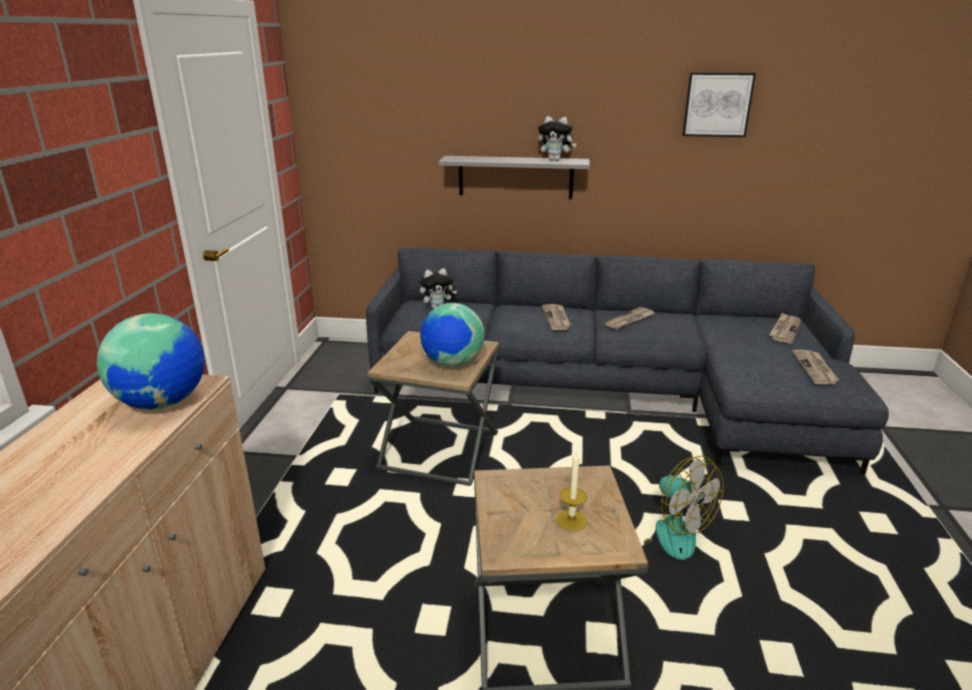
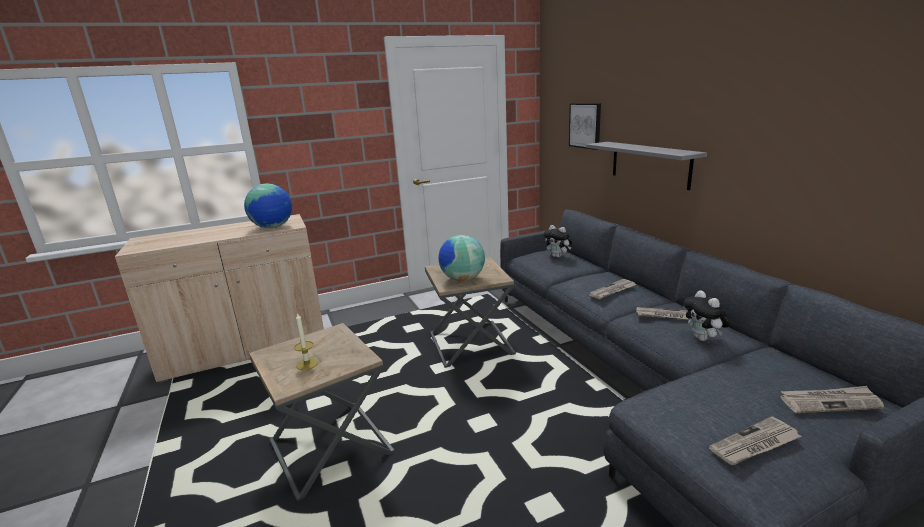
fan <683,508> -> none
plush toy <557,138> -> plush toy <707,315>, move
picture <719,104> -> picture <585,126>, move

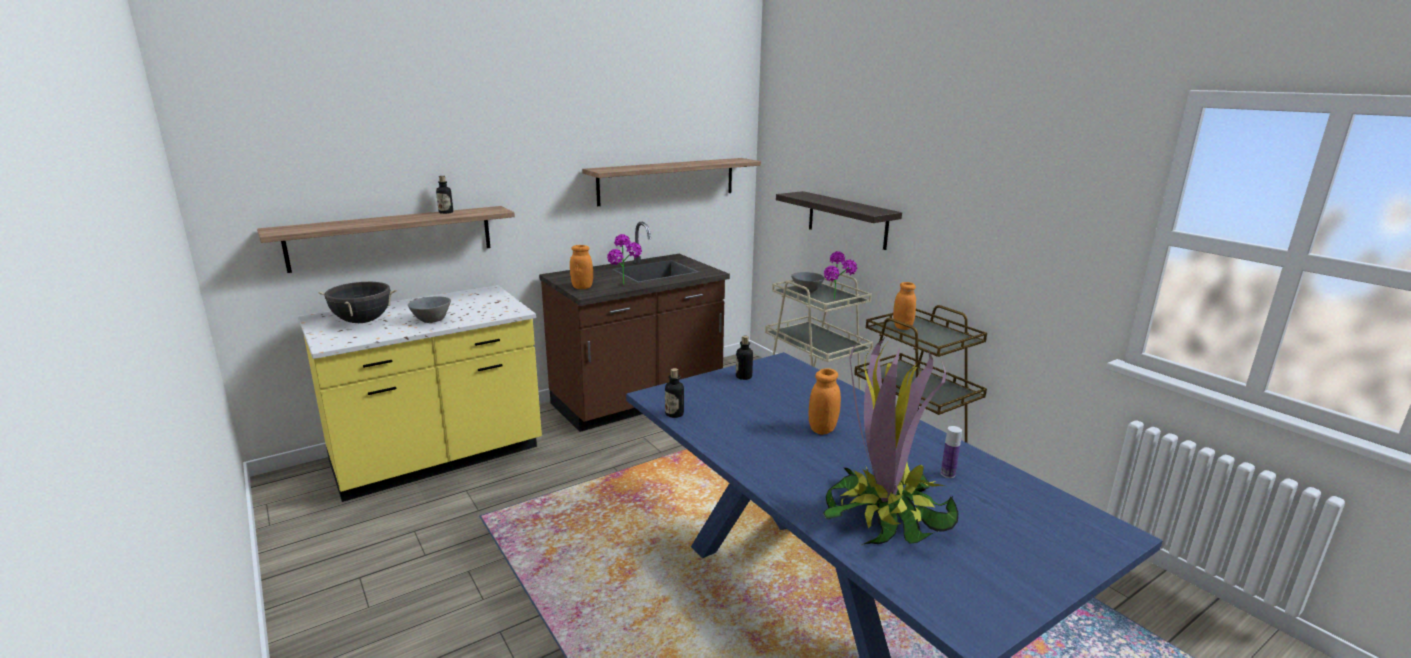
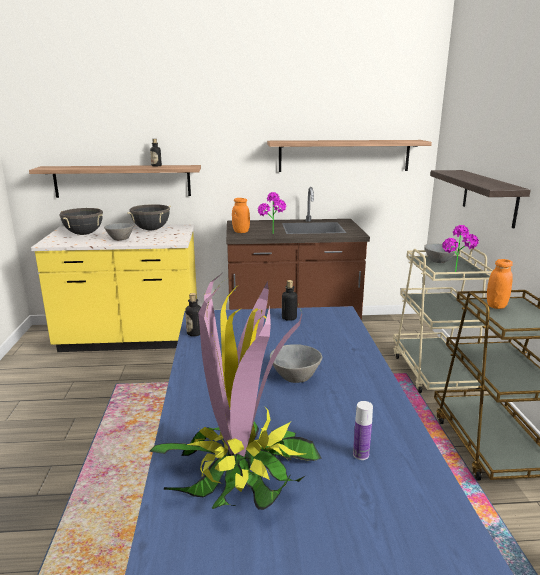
none -> black-coloured stockpot <149,217>
orange-coloured storage jar <825,401> -> gray serving bowl <296,363>

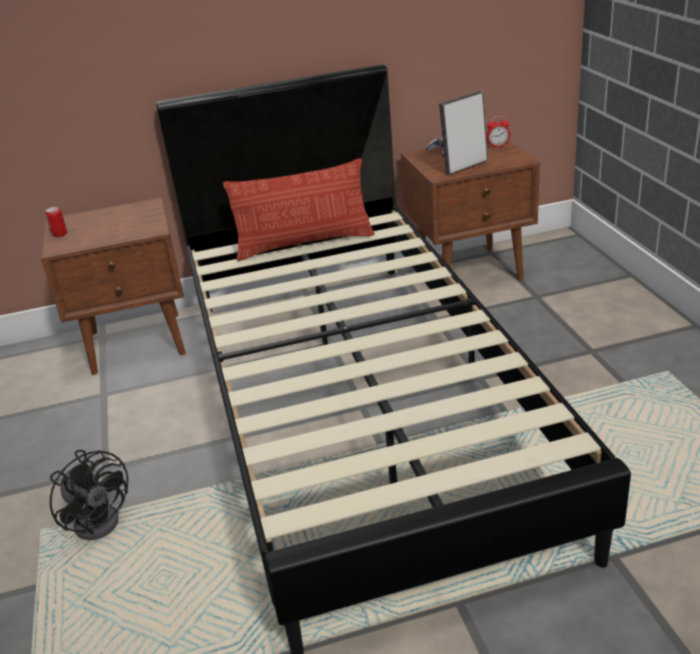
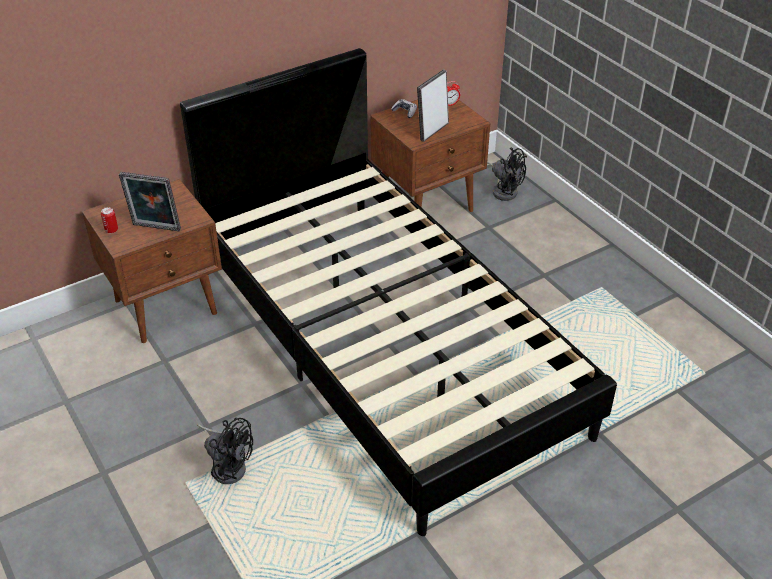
cushion <299,209> -> none
none -> photo frame <150,201>
none -> black-coloured fan <507,174>

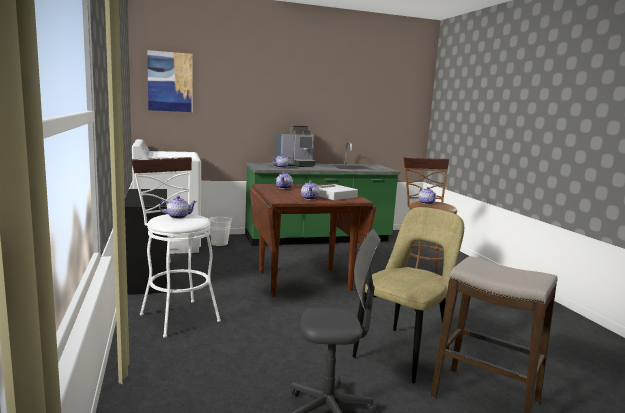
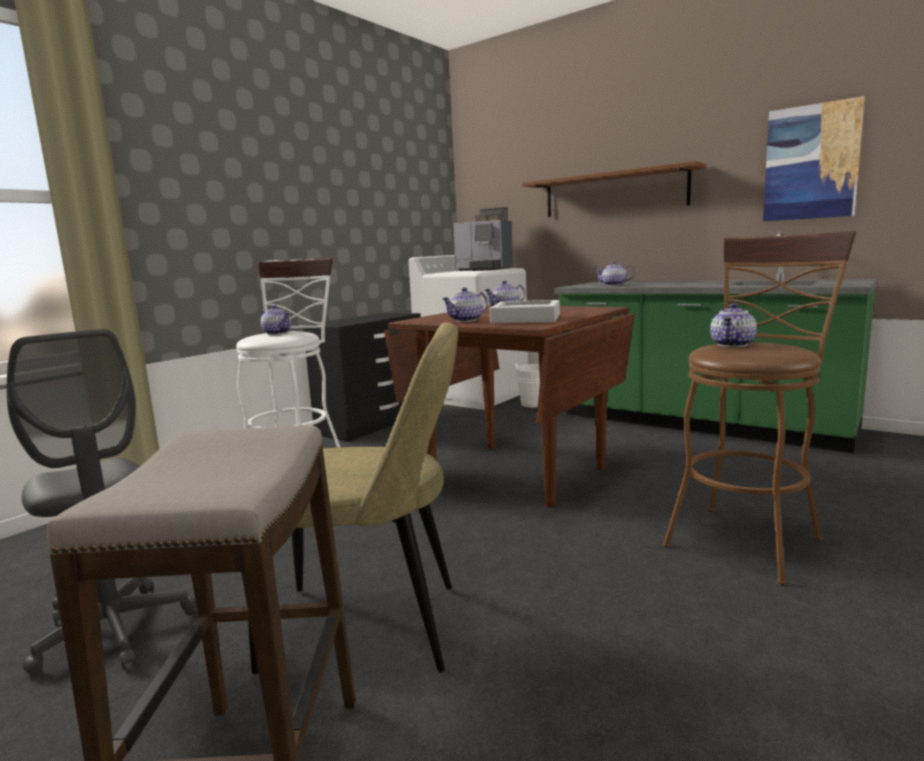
none -> brownish bracket shelf <614,189>
picture <170,81> -> picture <814,158>, move
coffee brewer <295,146> -> coffee brewer <483,239>, move

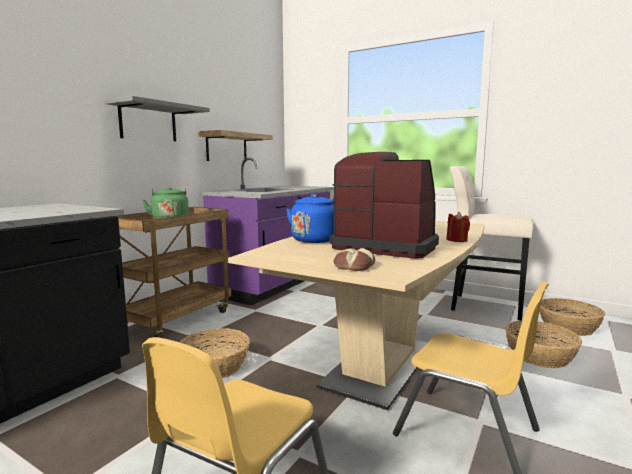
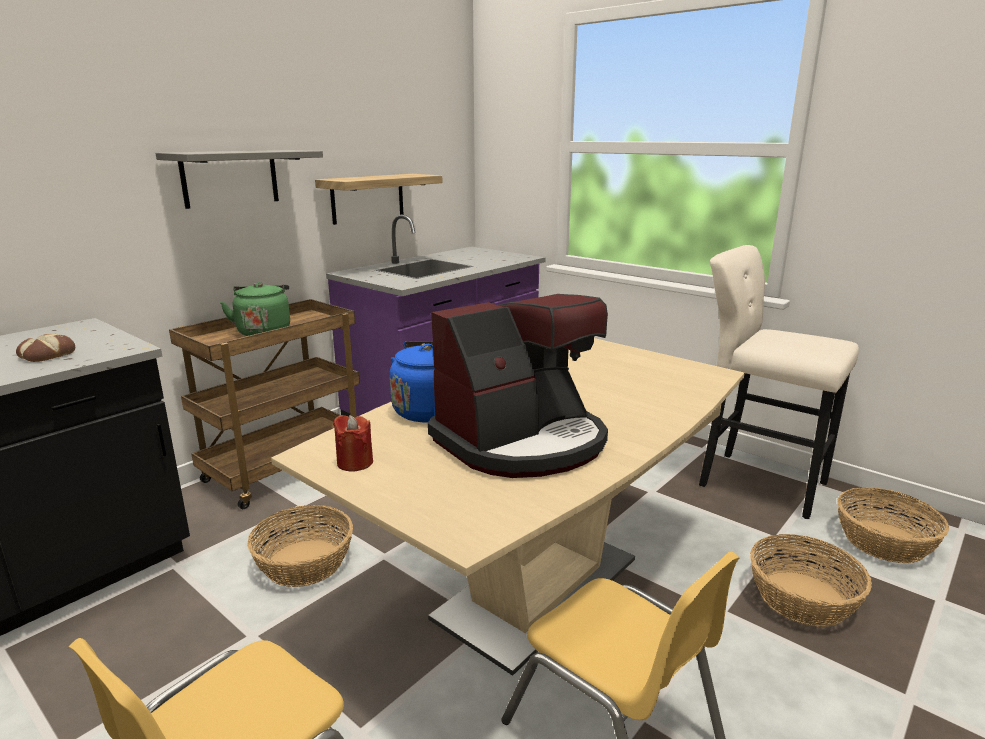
baked bread <354,259> -> baked bread <45,348>, move
red wax light <458,227> -> red wax light <353,443>, move
coffee brewer <384,205> -> coffee brewer <518,386>, 105 degrees clockwise

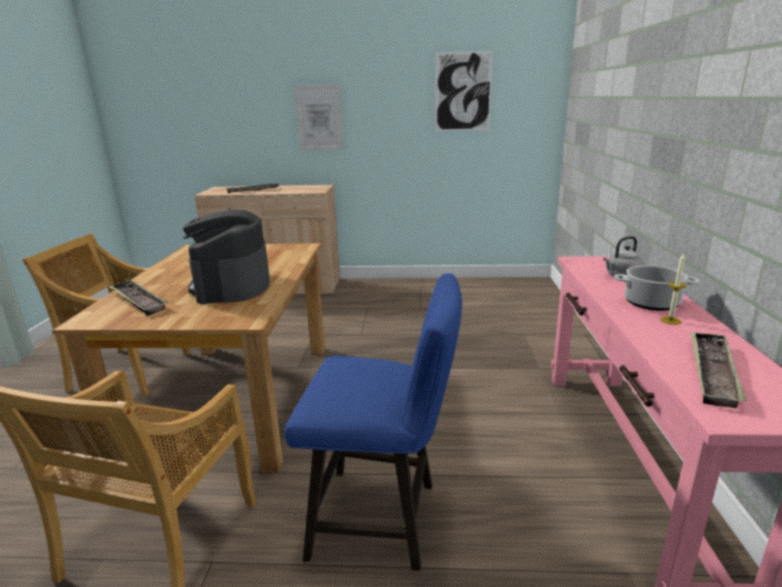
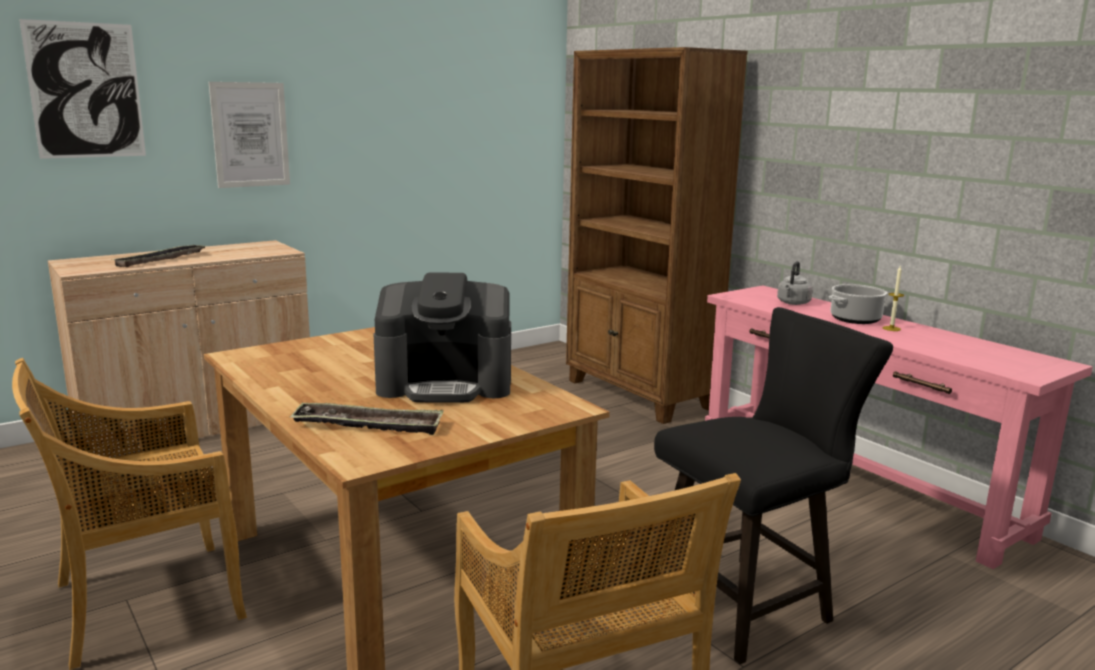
serving tray <719,369> -> none
none -> brownish shelving unit <657,235>
picture <464,90> -> picture <82,89>, move
blue sitting stool <373,422> -> black-coloured sitting stool <773,485>
coffee brewer <226,257> -> coffee brewer <442,337>, 45 degrees counterclockwise

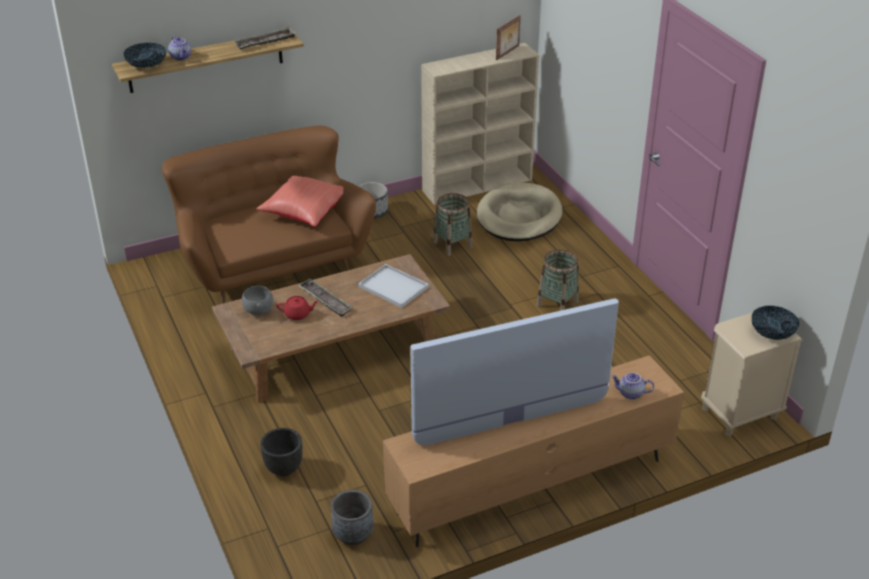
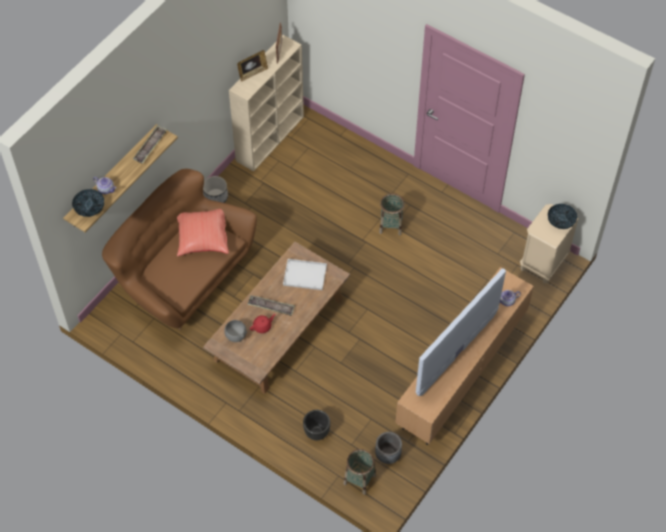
beige-coloured dog bed <519,211> -> none
none -> photo frame <252,66>
basket <452,224> -> basket <360,472>, move

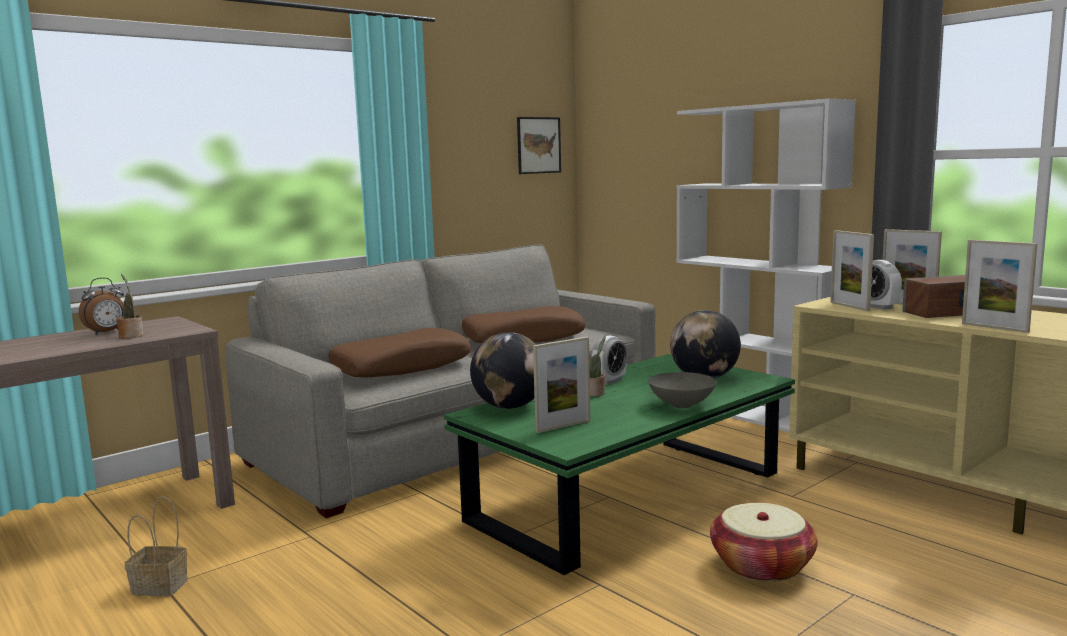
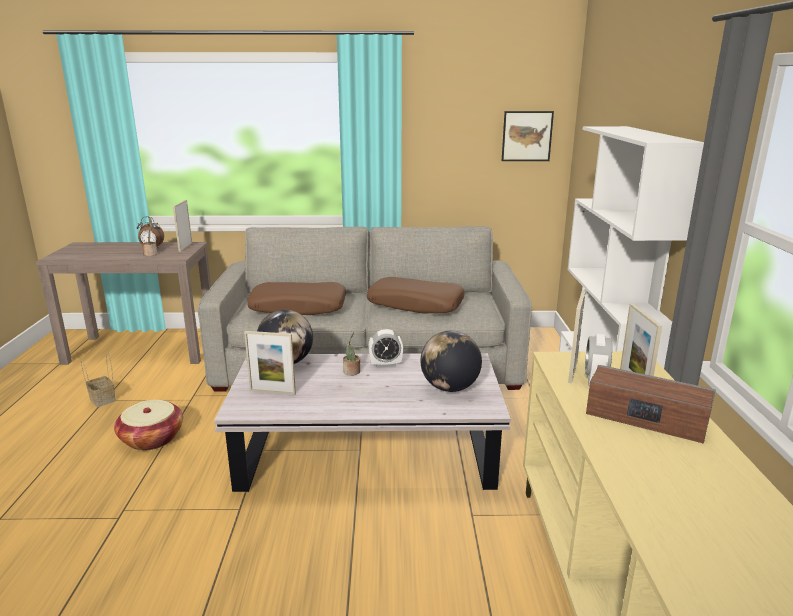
gray serving bowl <682,390> -> none
basket <764,542> -> basket <148,425>, move
photo frame <1000,286> -> photo frame <182,226>, move
green coffee table <619,464> -> white-coloured coffee table <362,422>

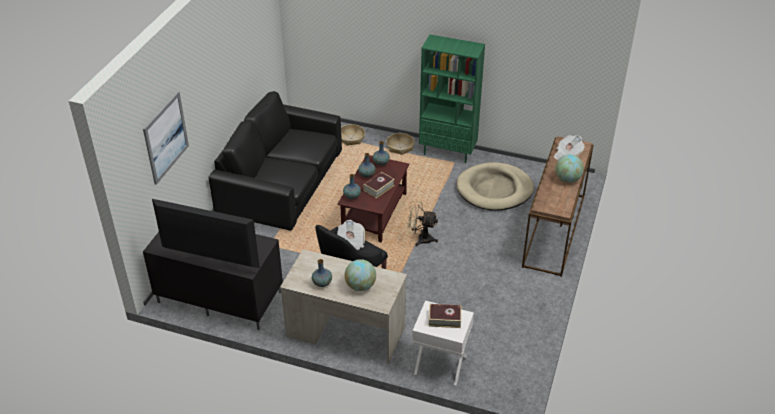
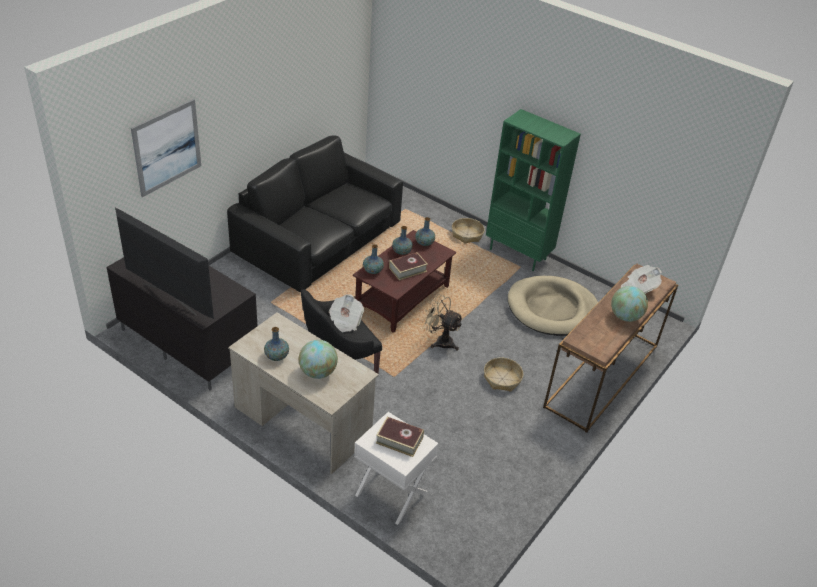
basket <353,135> -> basket <503,375>, move

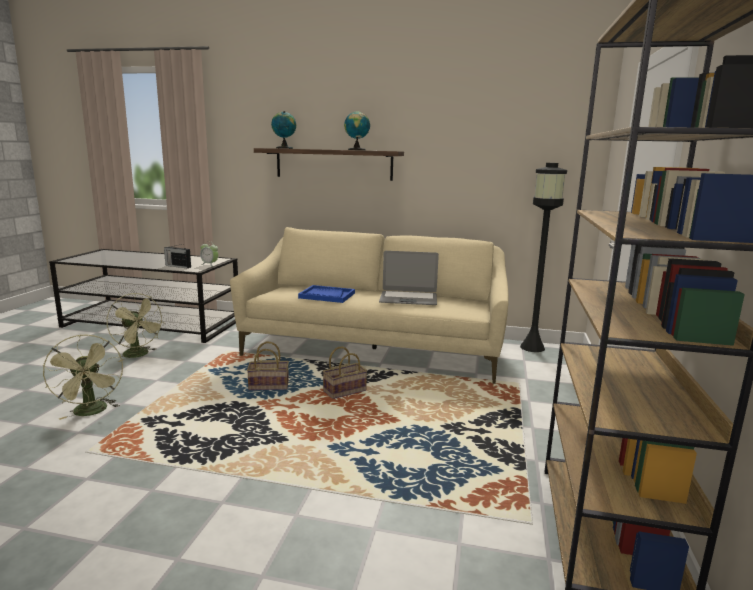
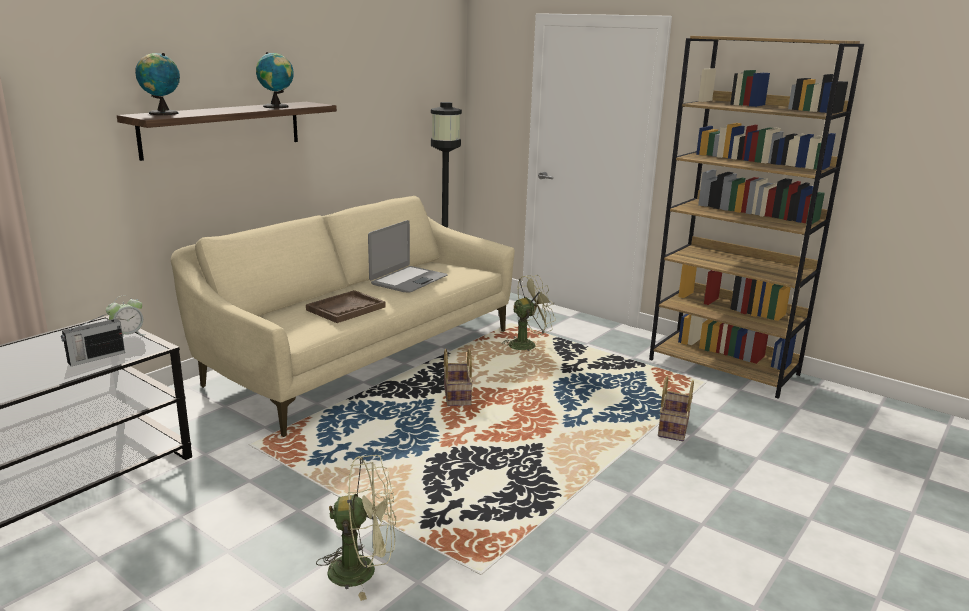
green fan <136,327> -> green fan <528,313>, move
basket <268,365> -> basket <676,408>, move
blue serving tray <326,294> -> brownish serving tray <346,306>

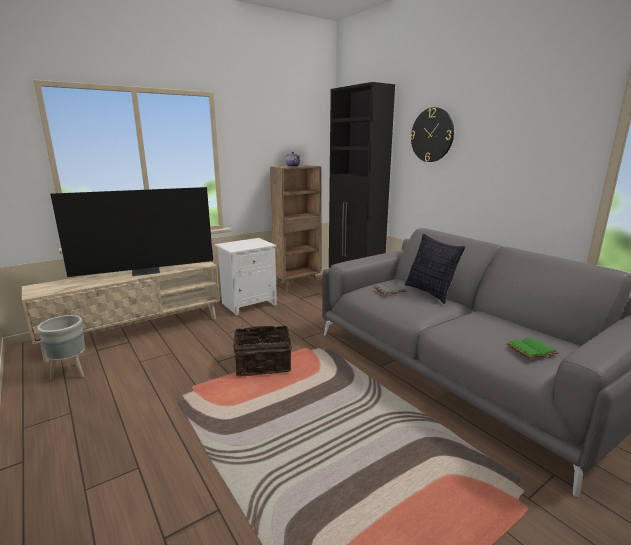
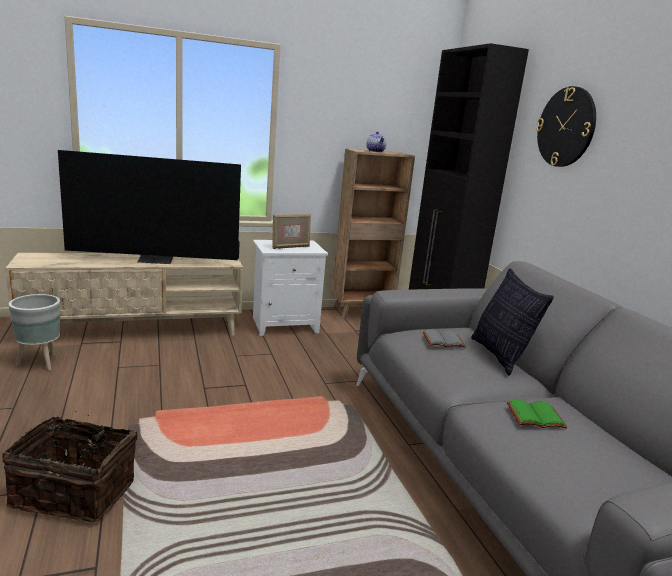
none -> photo frame <291,231>
basket <262,351> -> basket <69,466>, move
green book <532,348> -> green book <537,414>, move

